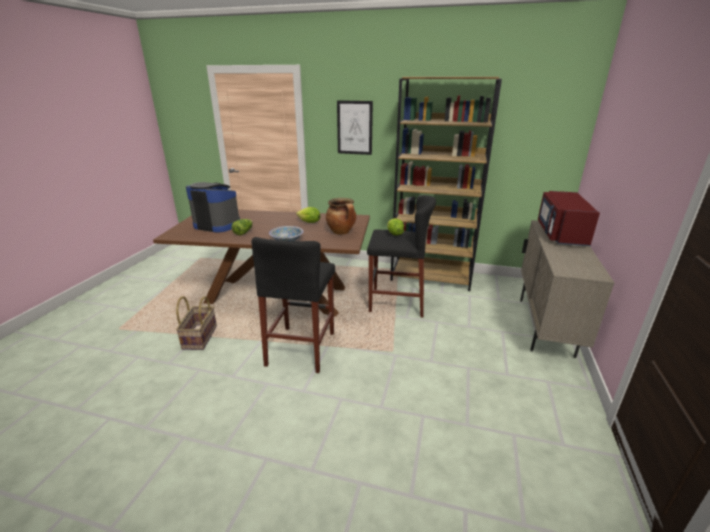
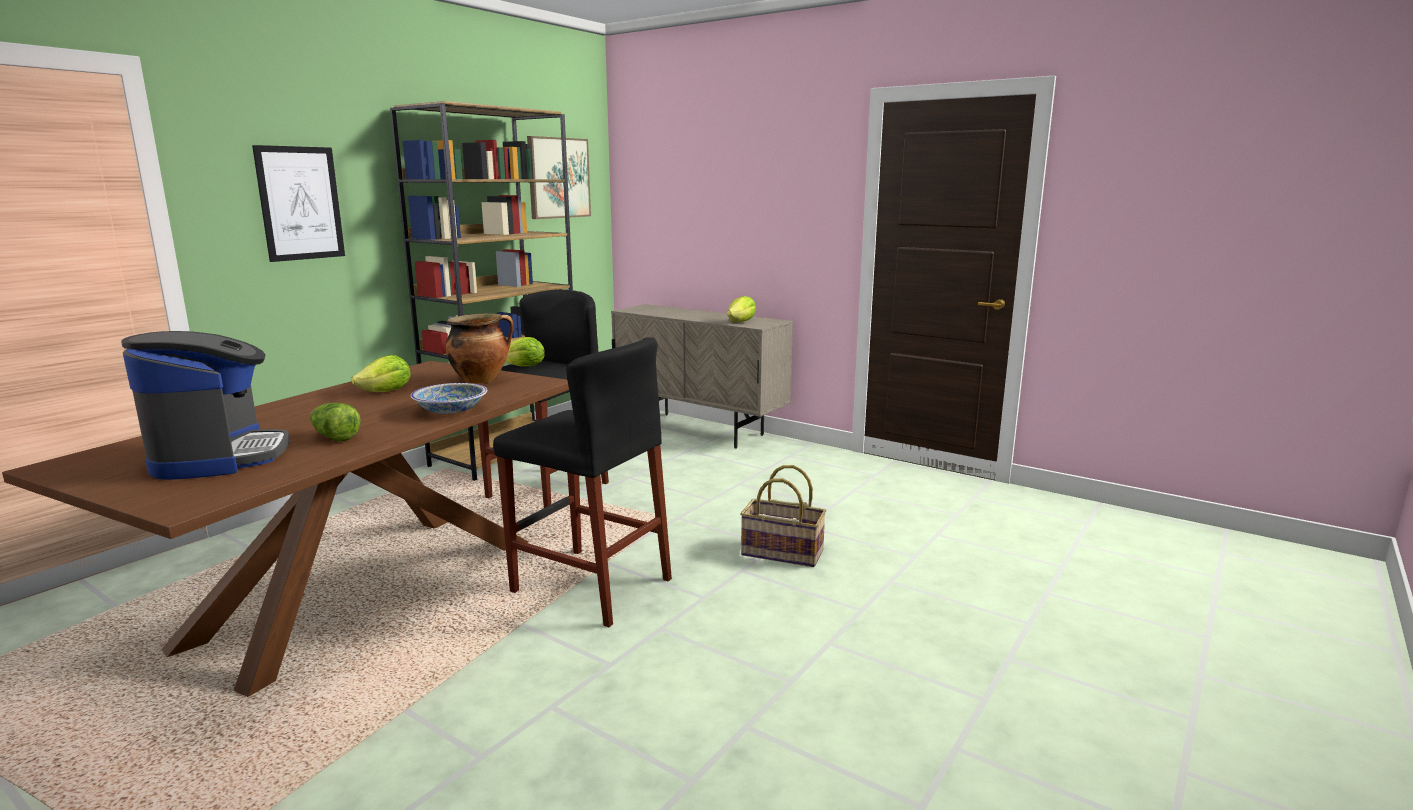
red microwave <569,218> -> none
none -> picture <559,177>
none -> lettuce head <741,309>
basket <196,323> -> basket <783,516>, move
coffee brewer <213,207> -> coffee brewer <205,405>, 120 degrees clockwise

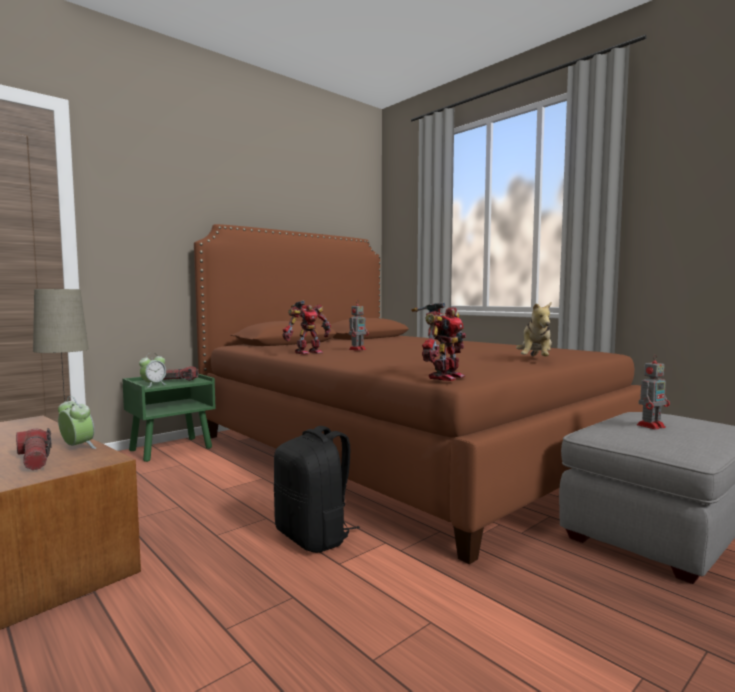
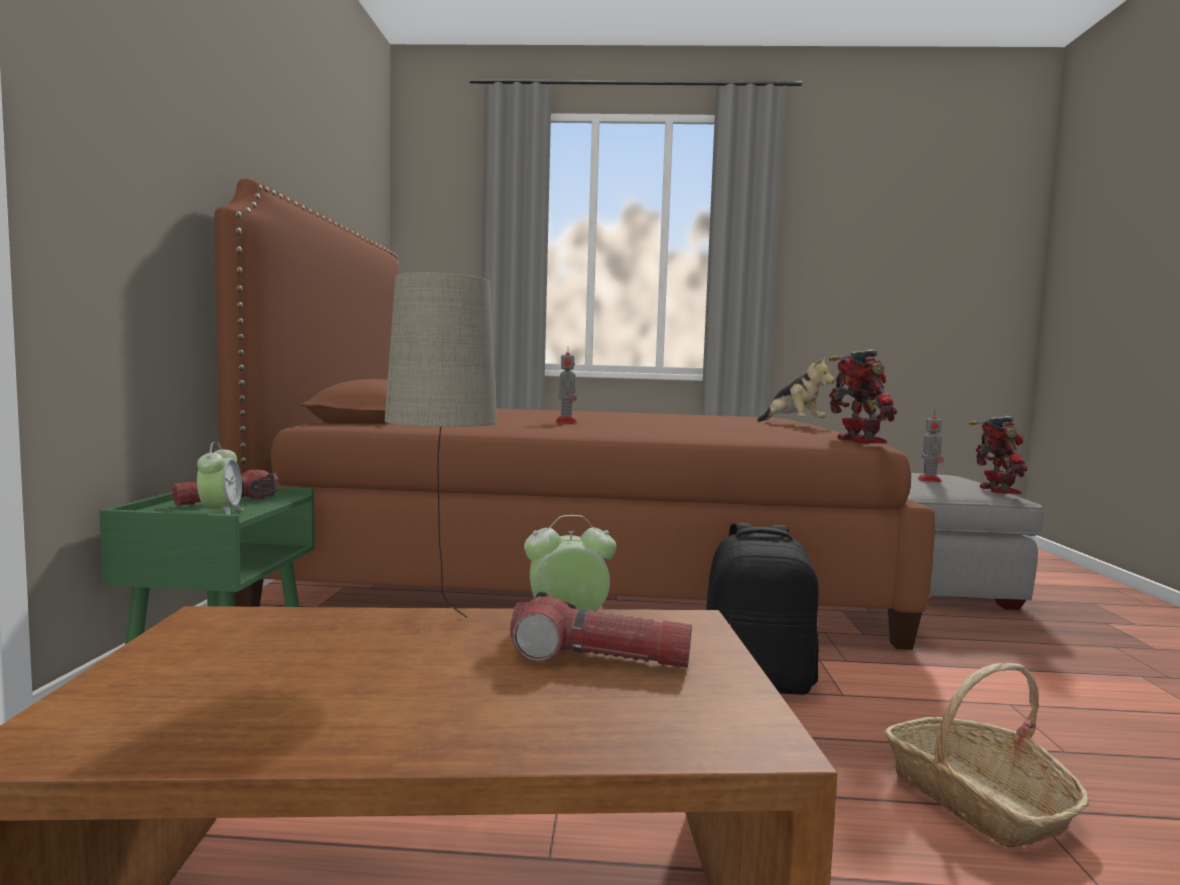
none -> basket <987,755>
model robot <306,327> -> model robot <998,455>, move

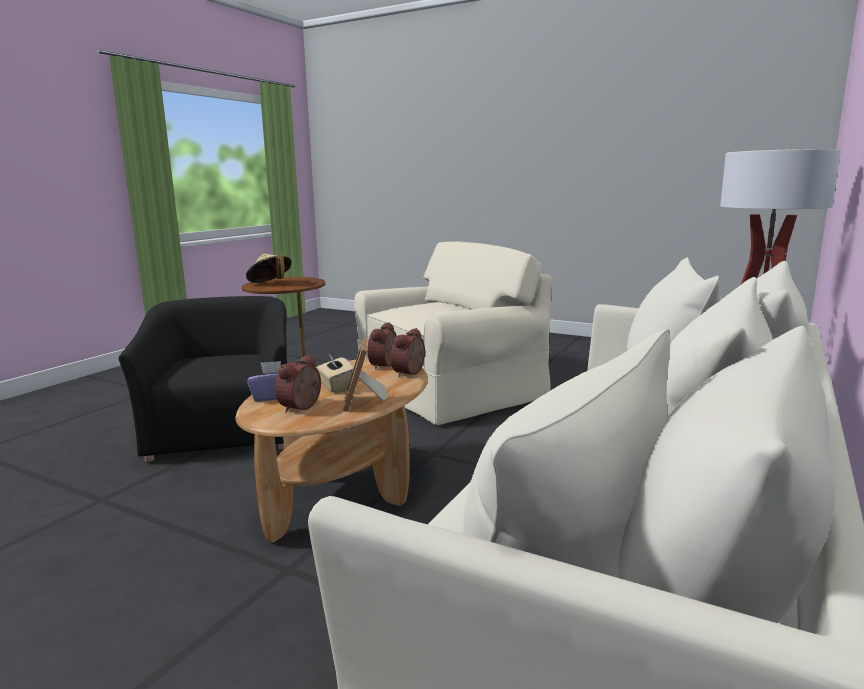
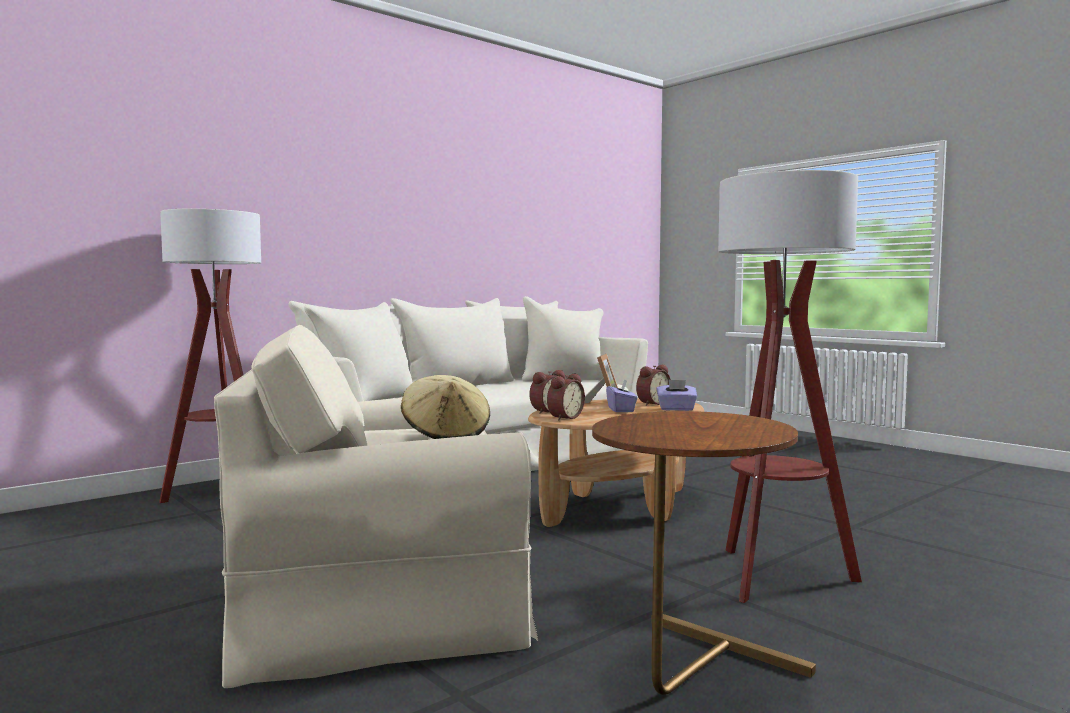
beige-coloured clothing hat <269,268> -> beige-coloured clothing hat <445,407>, move
black-coloured easy chair <203,379> -> standing lamp <790,386>
beige-coloured tissue holder <335,373> -> purple-coloured tissue holder <622,395>

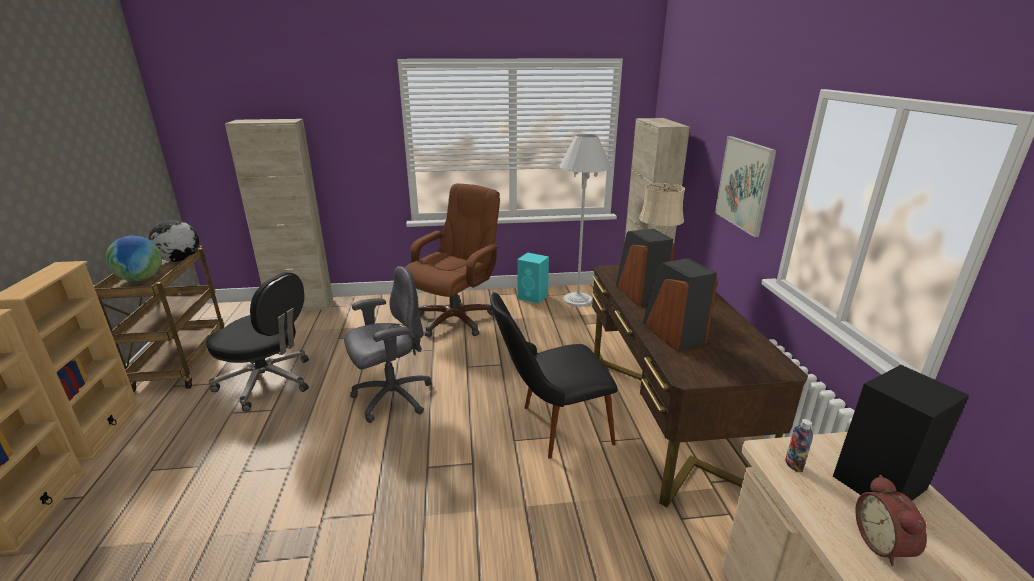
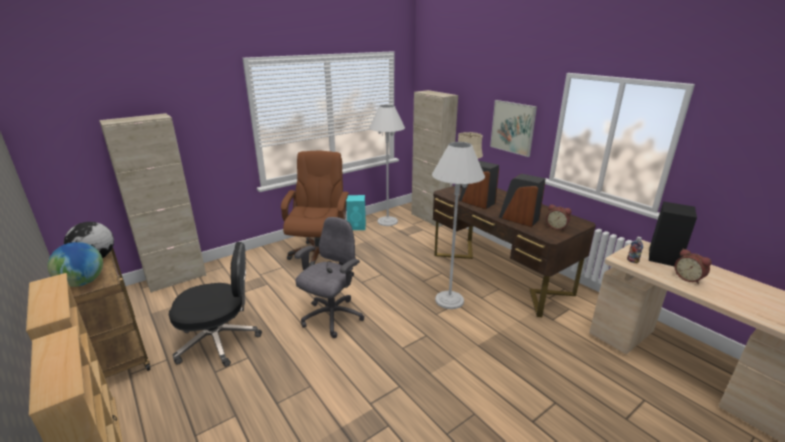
none -> bedside clock <559,217>
black-coloured chair <553,375> -> white-coloured standing lamp <458,225>

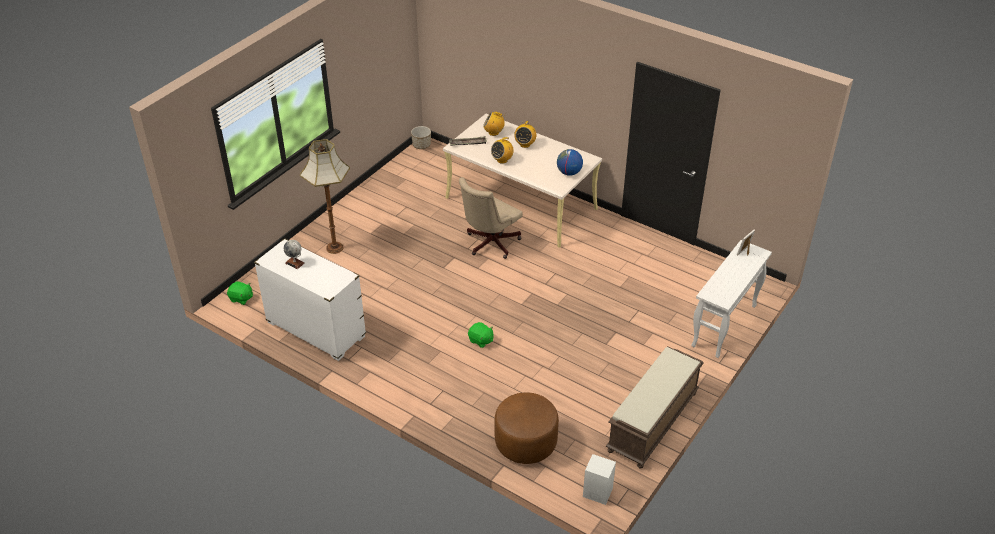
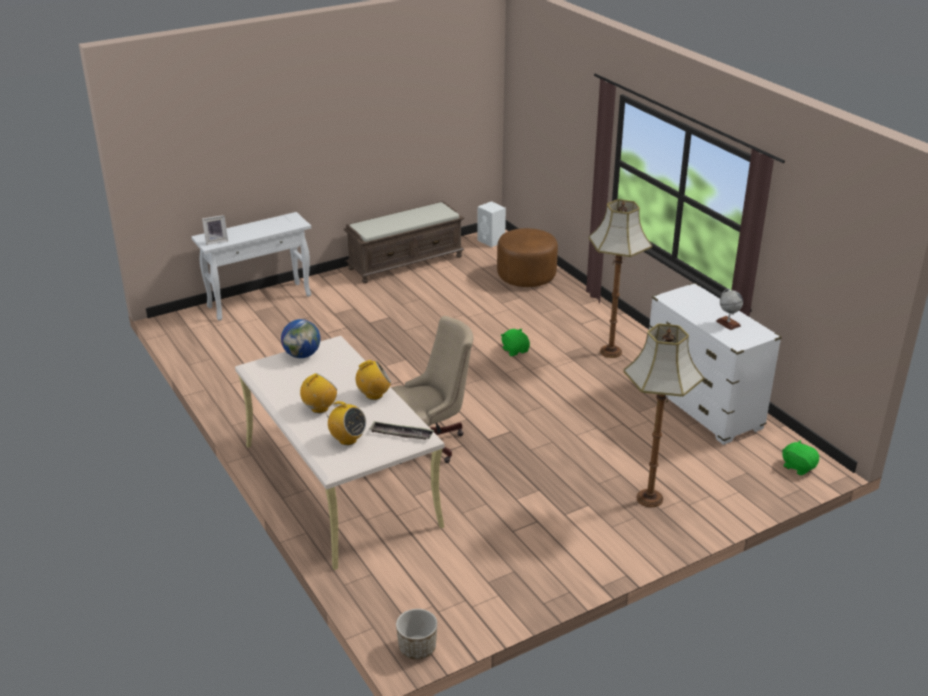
none -> standing lamp <620,278>

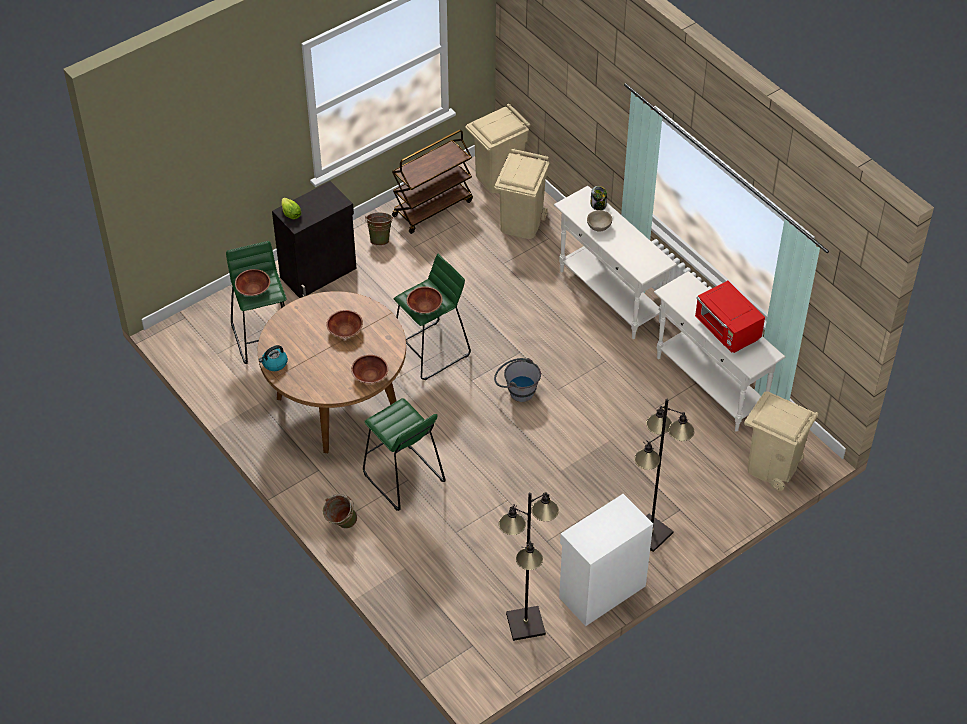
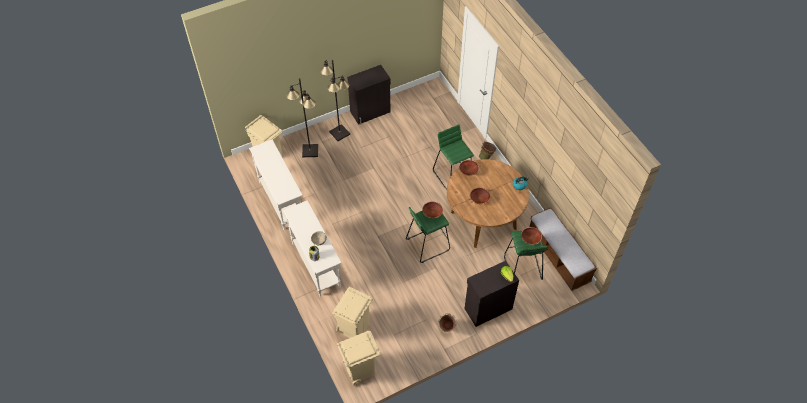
brownish trolley <432,182> -> none
gray bucket <517,380> -> none
red microwave <730,317> -> none
none -> bench <563,249>
black-coloured standing lamp <529,566> -> black-coloured standing lamp <302,117>, move
white-coloured storage cabinet <606,560> -> black-coloured storage cabinet <369,95>

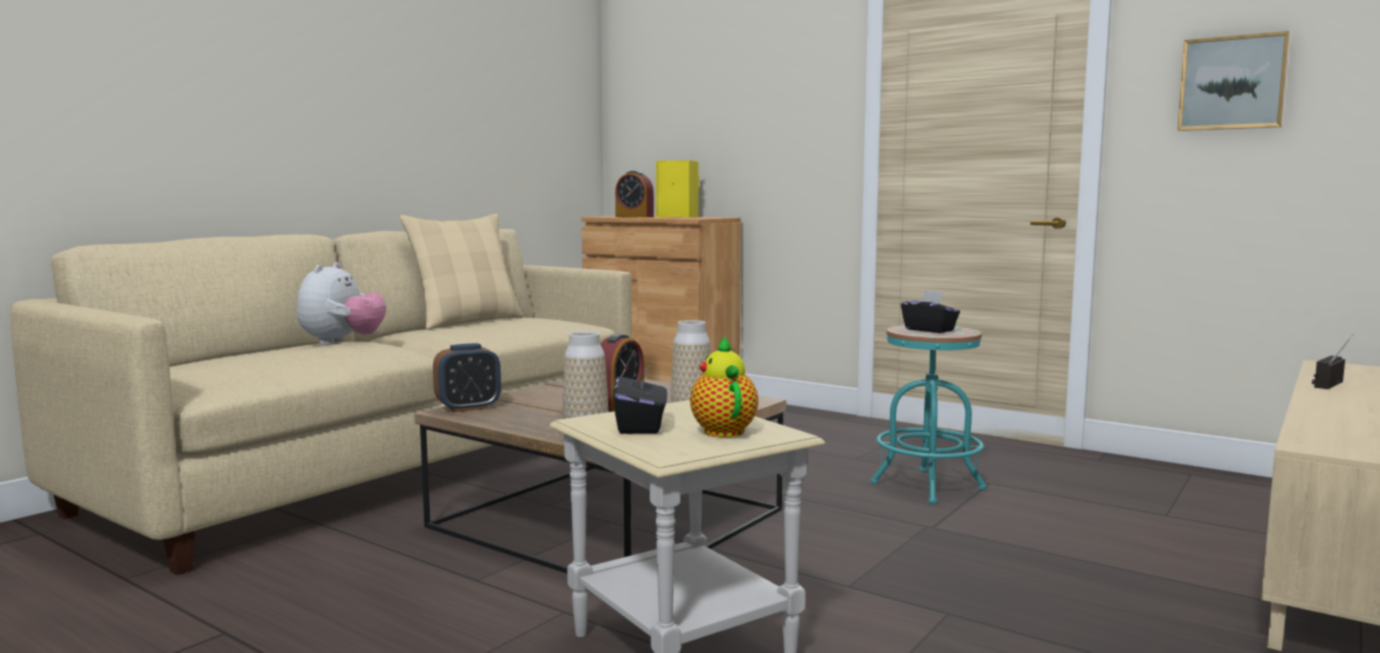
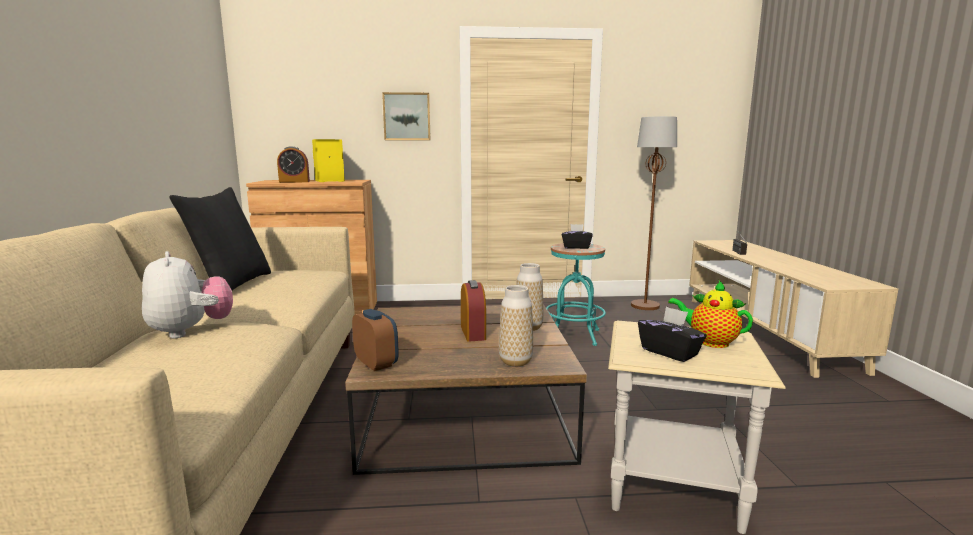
none -> brownish standing lamp <654,213>
picture <1234,81> -> picture <406,116>, move
beige-coloured cushion <461,272> -> black-coloured cushion <220,239>
bedside clock <467,377> -> bedside clock <375,340>, 60 degrees counterclockwise

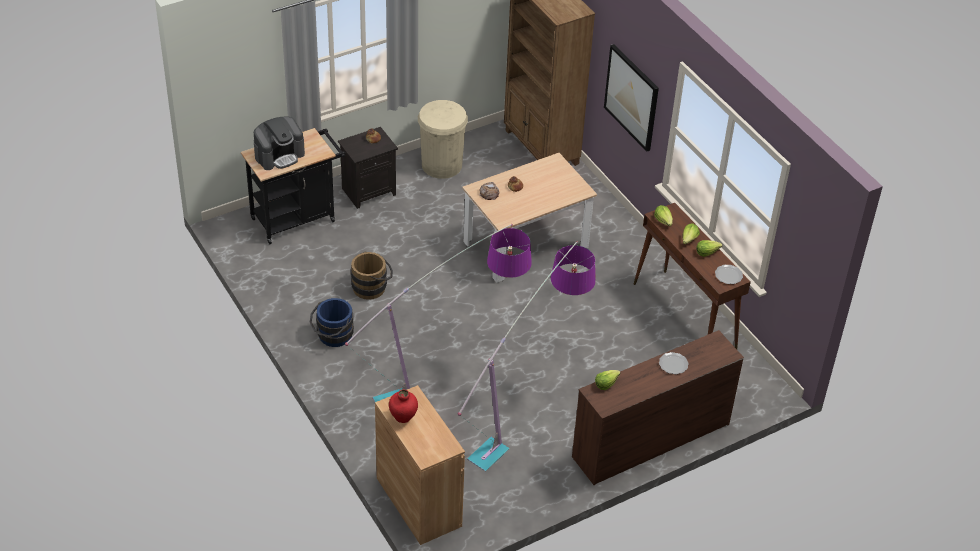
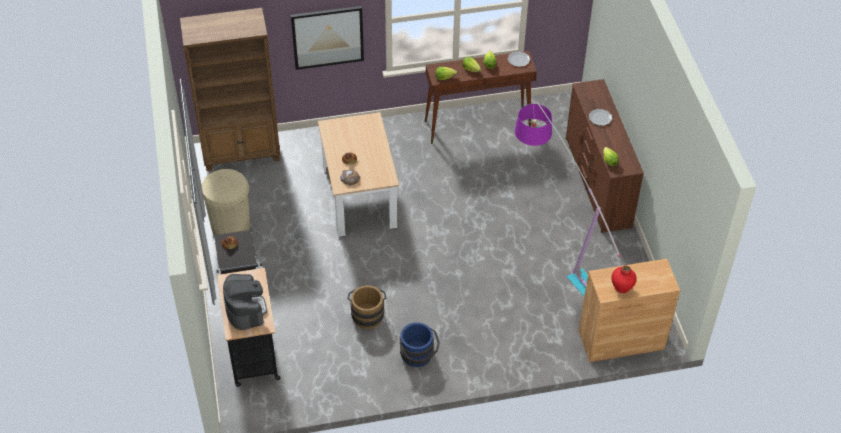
standing lamp <438,313> -> none

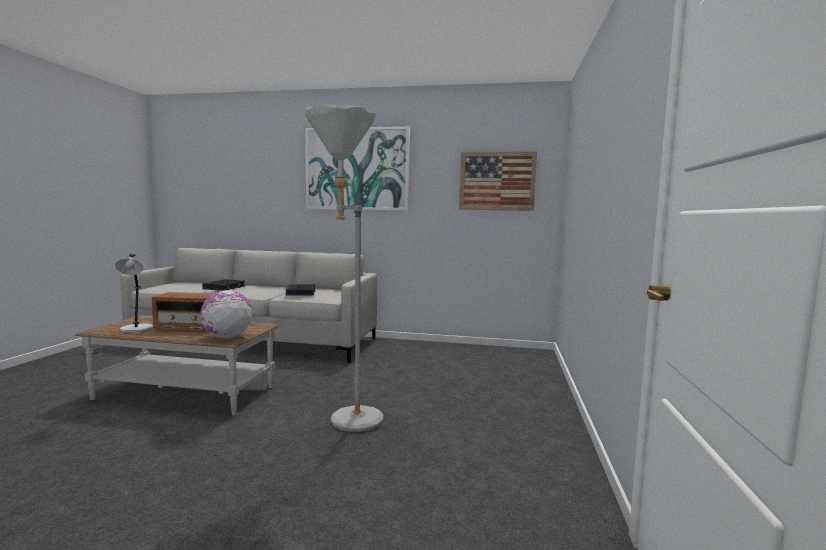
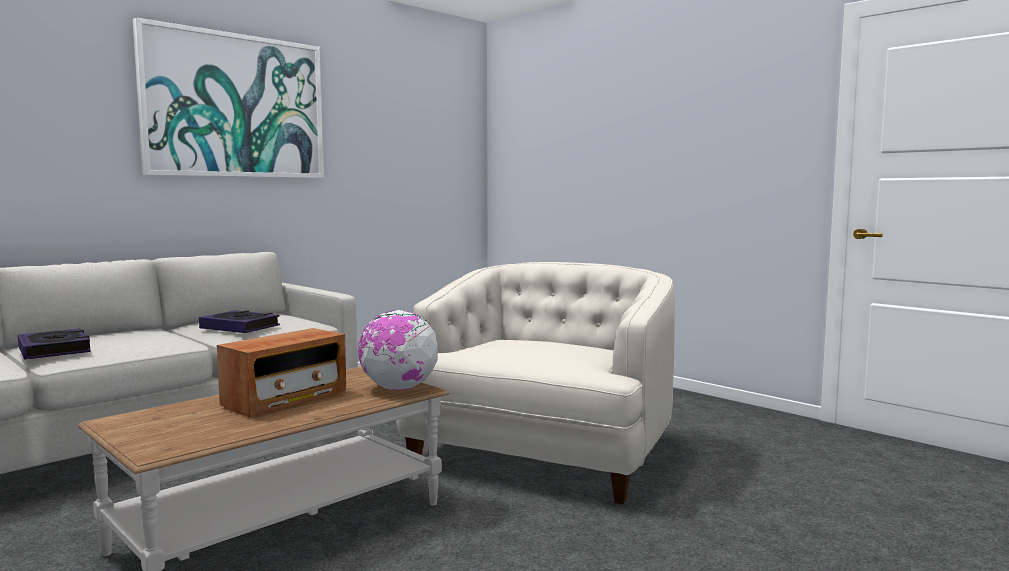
gray lamp for a table <134,293> -> none
picture <498,181> -> none
gray standing lamp <344,268> -> white-coloured easy chair <535,383>

